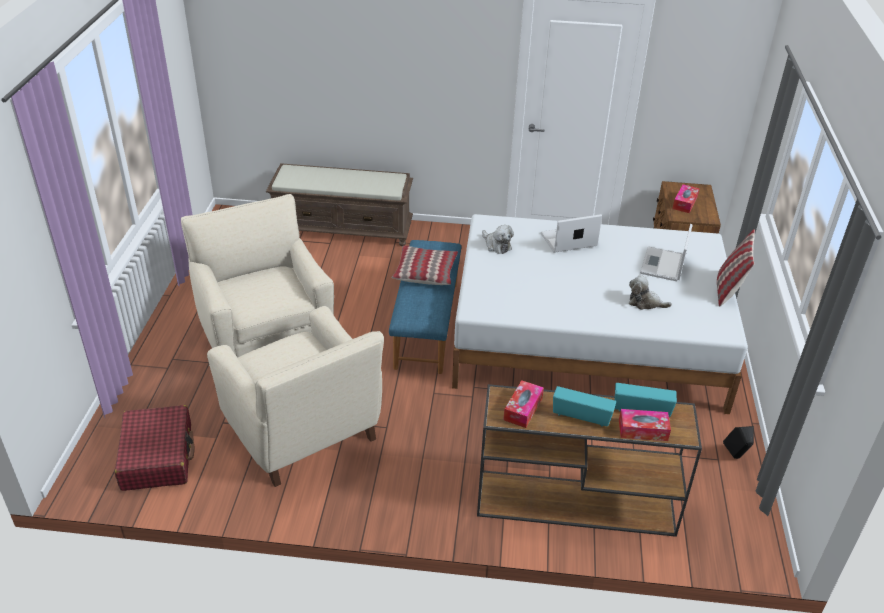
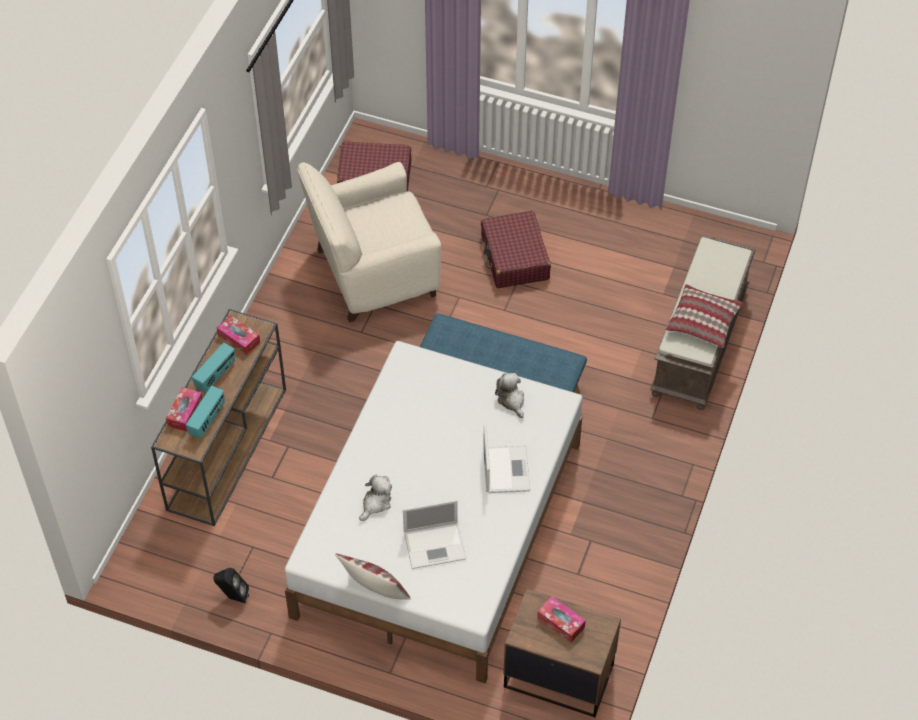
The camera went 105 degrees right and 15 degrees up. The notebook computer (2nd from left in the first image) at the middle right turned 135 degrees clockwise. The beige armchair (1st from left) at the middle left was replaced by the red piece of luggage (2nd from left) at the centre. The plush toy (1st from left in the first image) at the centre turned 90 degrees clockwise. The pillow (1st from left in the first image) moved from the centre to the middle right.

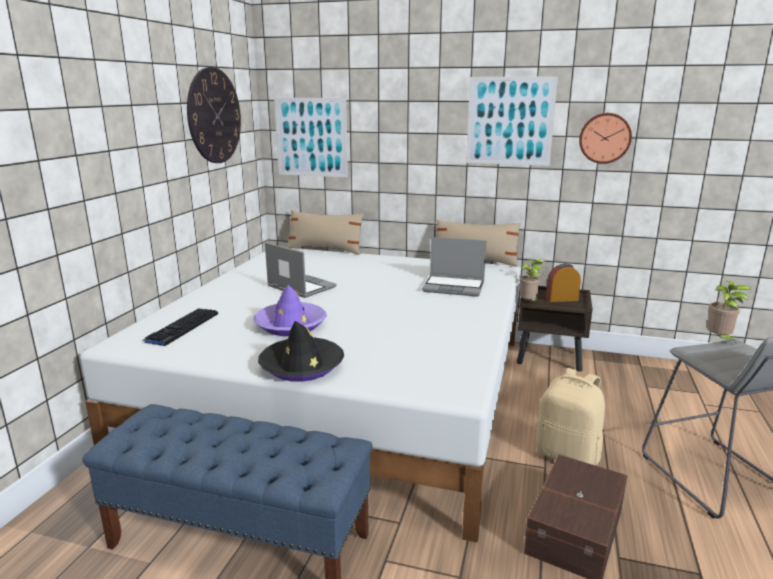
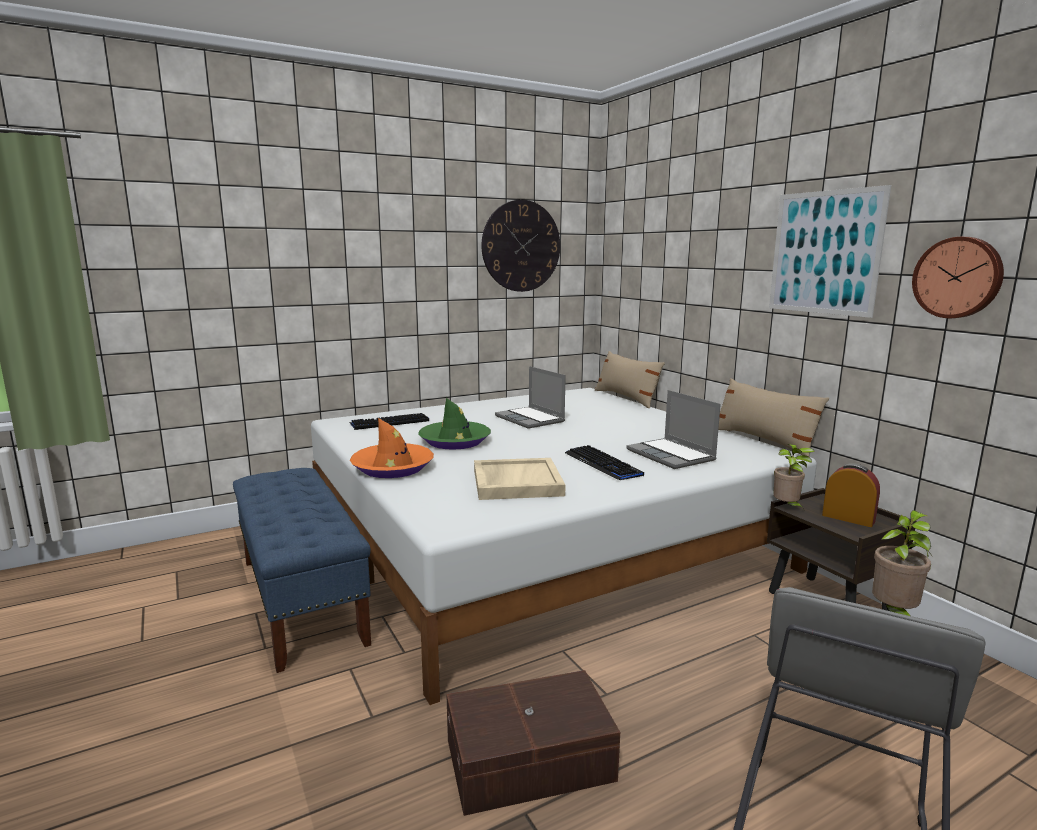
The camera went 45 degrees right and 5 degrees down. The blackish clothing hat at the centre became the orange clothing hat at the centre. The purplish clothing hat at the centre became the greenish clothing hat at the centre. The beige carrying tray at the centre appeared. The notebook computer (1st from left) at the centre turned 150 degrees clockwise. The keyboard (2nd from left) at the centre appeared. The picture (1st from left) at the top centre disappeared. The beige backpack at the bottom right disappeared.

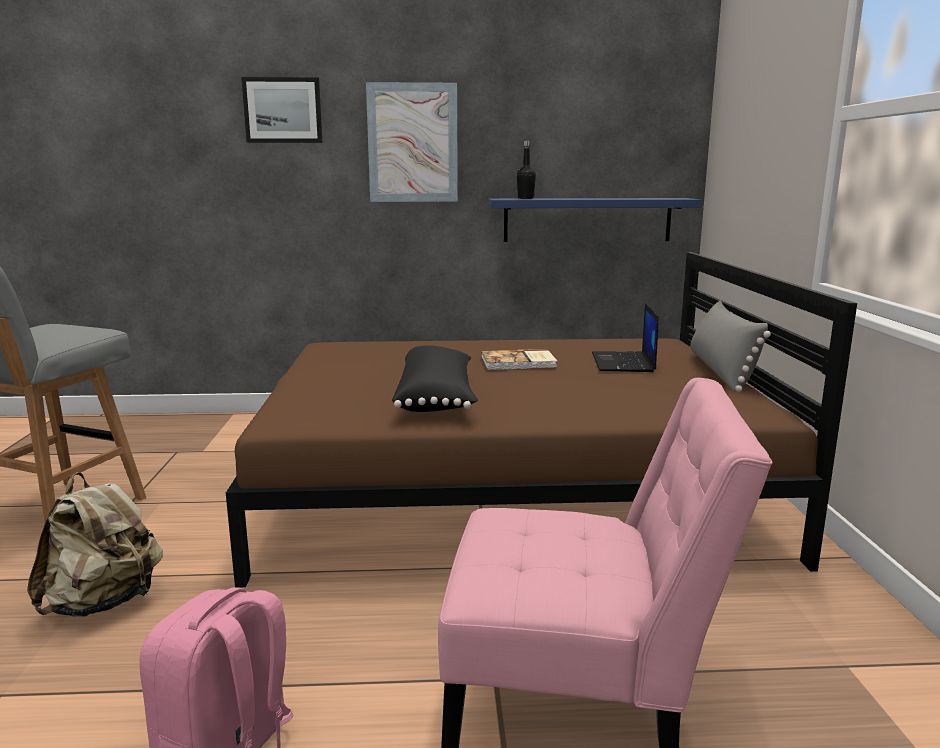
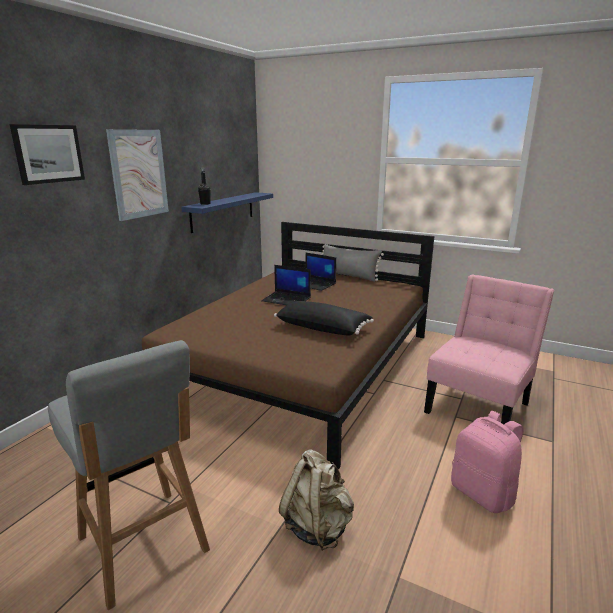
The camera went 60 degrees left and 5 degrees up. The volume at the centre was replaced by the notebook computer (1st from left) at the centre.

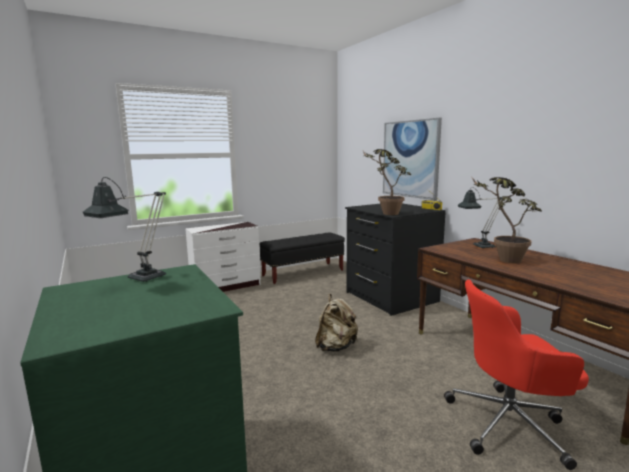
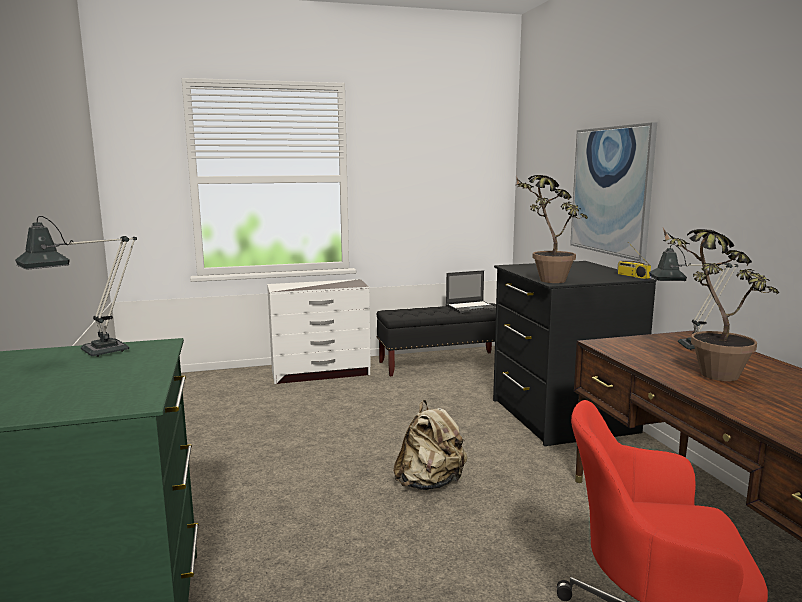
The camera went 15 degrees right and 0 degrees up. The notebook computer at the centre appeared.

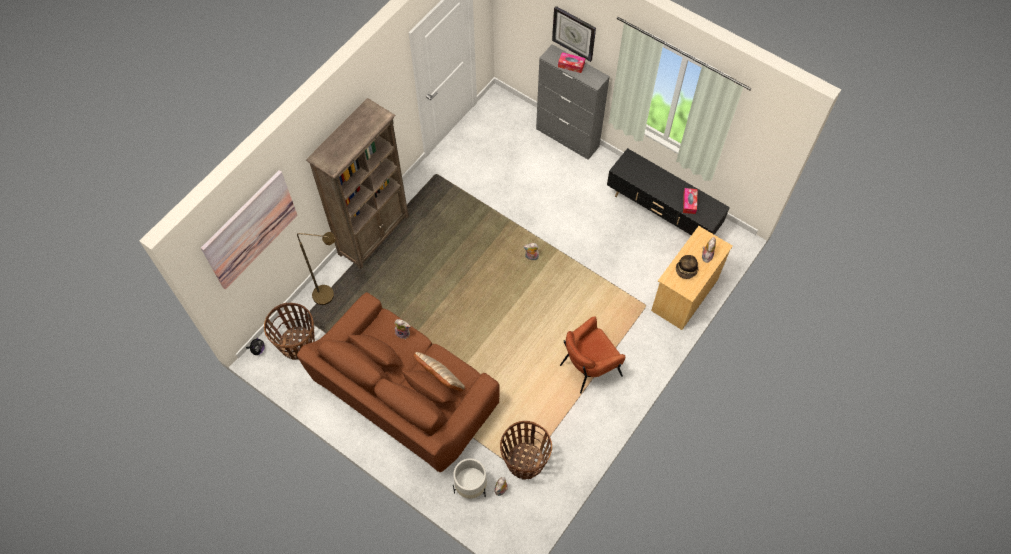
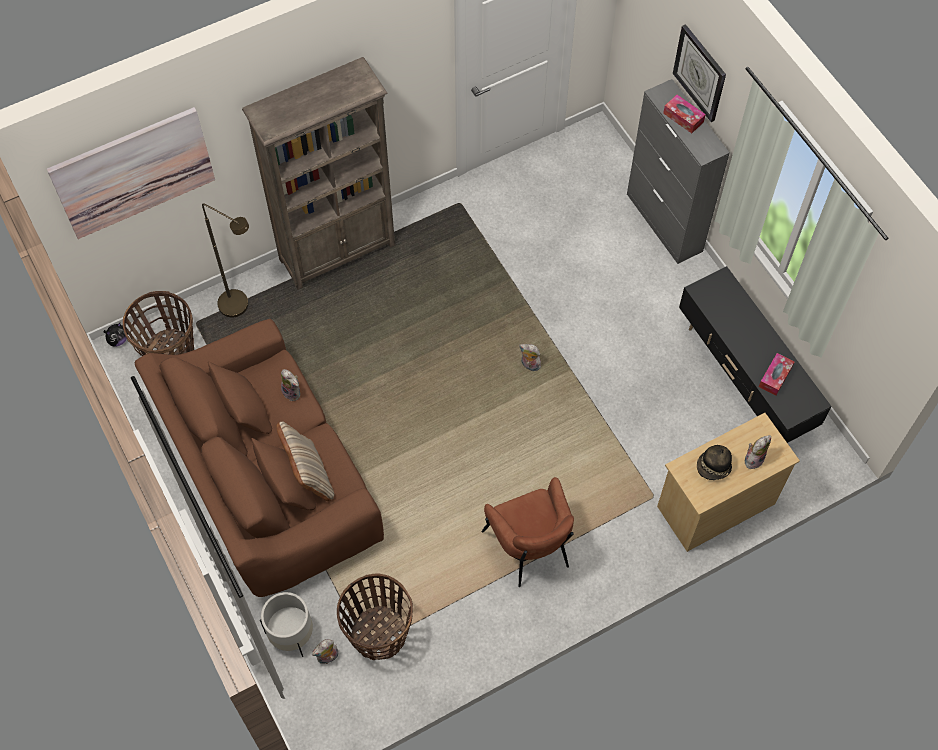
The camera went 25 degrees right and 0 degrees up. The brown armchair at the centre turned 105 degrees counterclockwise.

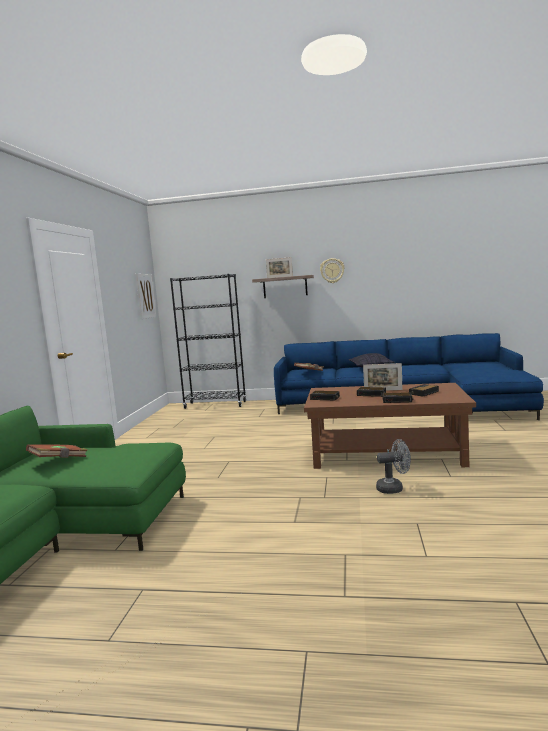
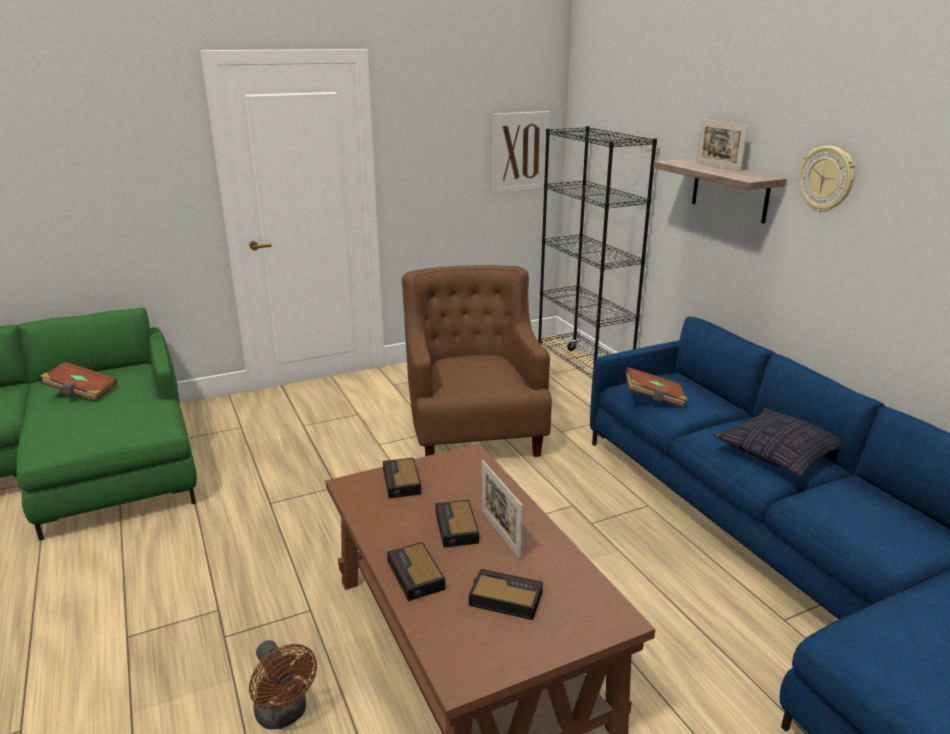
The camera went 55 degrees right and 15 degrees up. The grey cooling fan at the middle right became the brown cooling fan at the bottom left. The brown armchair at the centre appeared.

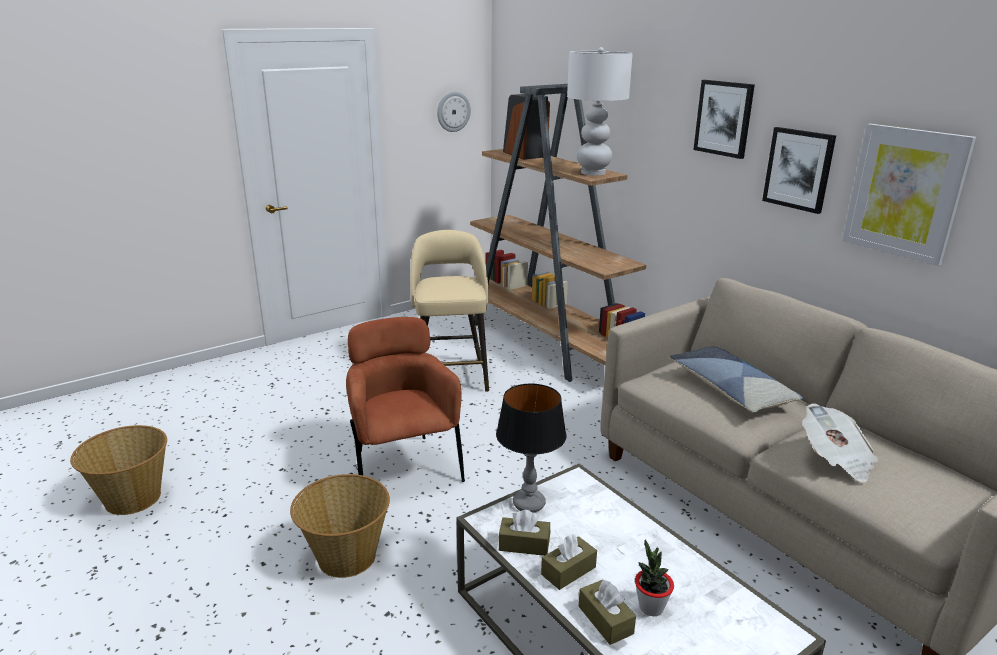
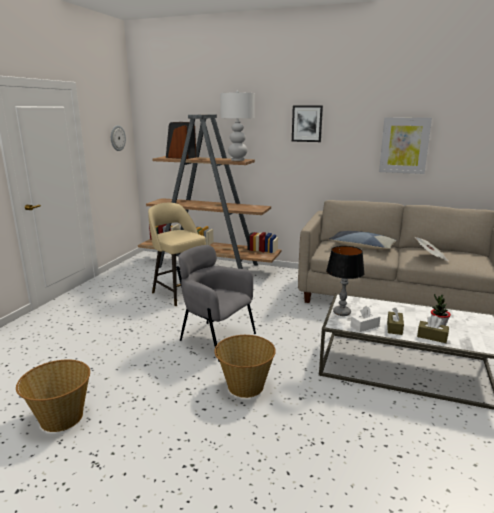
The camera went 35 degrees left and 5 degrees down. The brown armchair at the centre became the grey armchair at the centre. The brown tissue box (1st from left) at the bottom centre became the white-coloured tissue box at the middle right. The picture (2nd from left) at the top right disappeared.

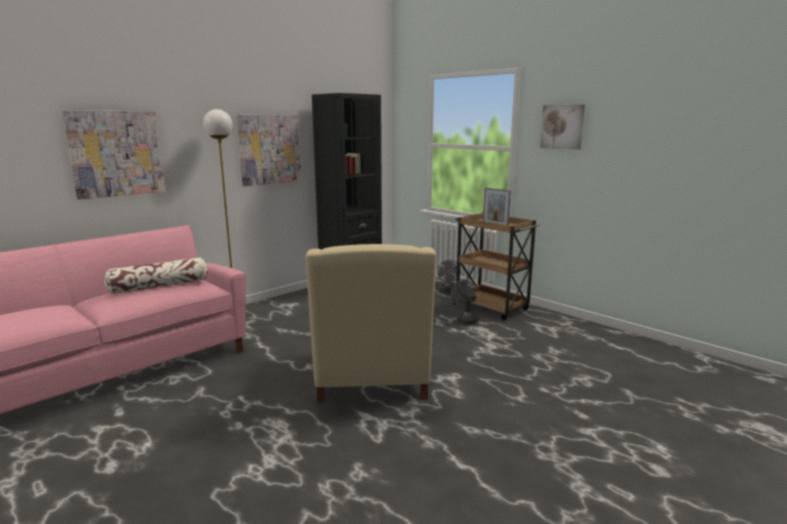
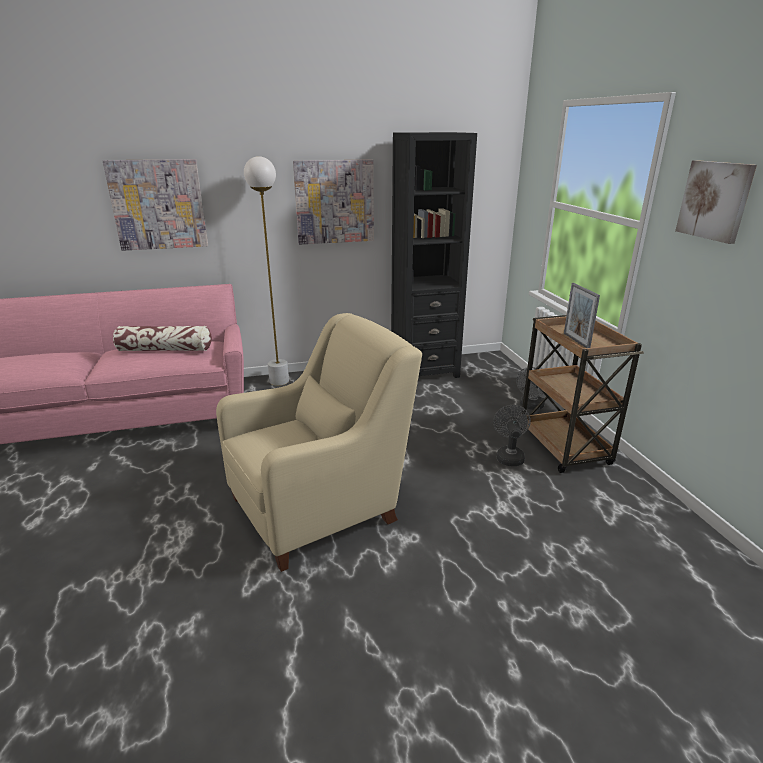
The camera went 30 degrees right and 10 degrees up. The beige armchair at the centre turned 150 degrees counterclockwise.

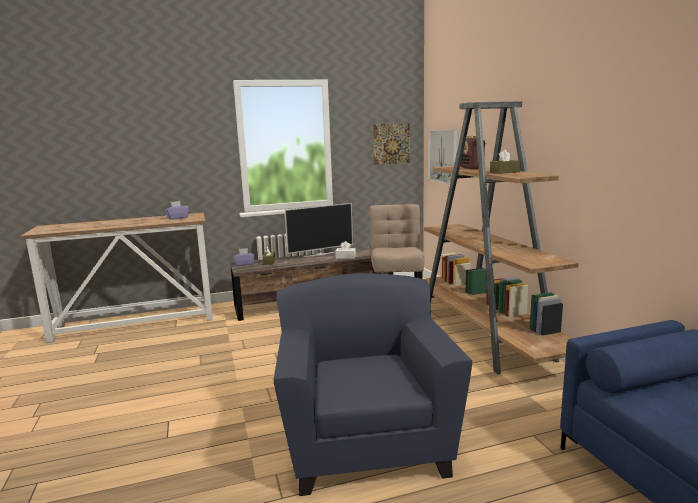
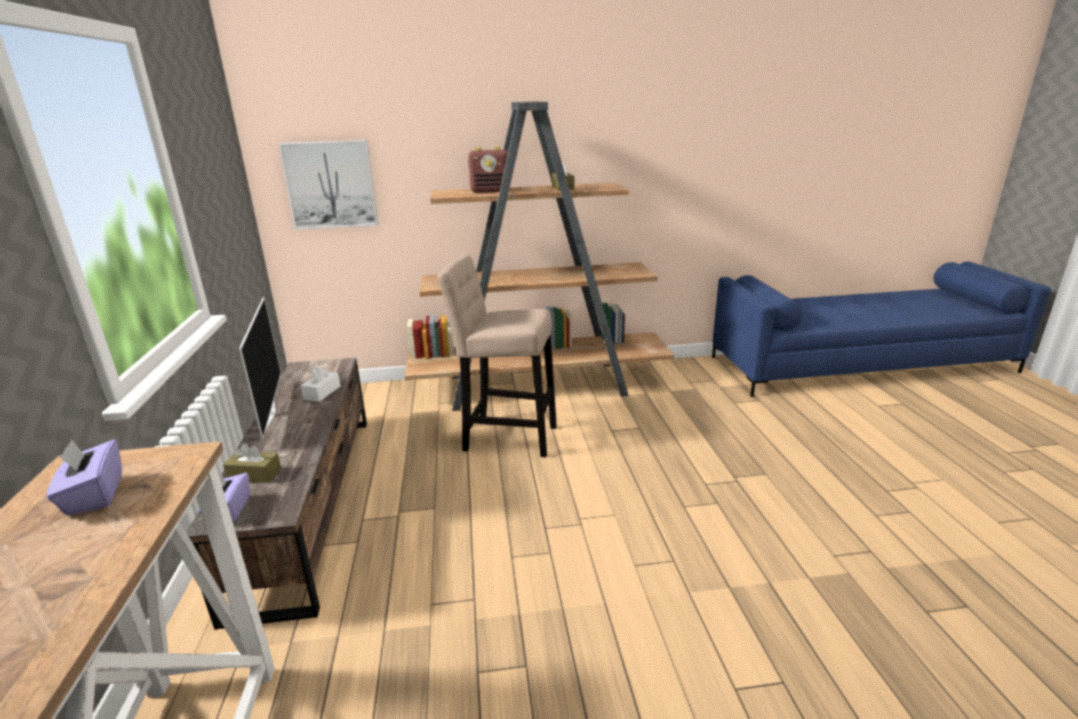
The camera went 80 degrees left and 10 degrees up. The blue armchair at the bottom centre disappeared. The picture (1st from left) at the top centre disappeared.

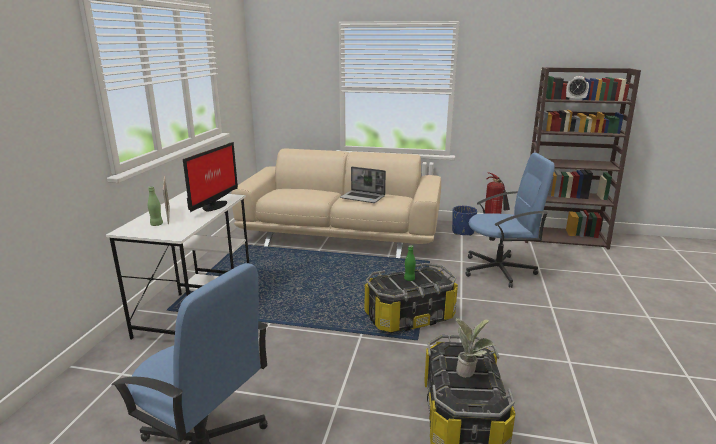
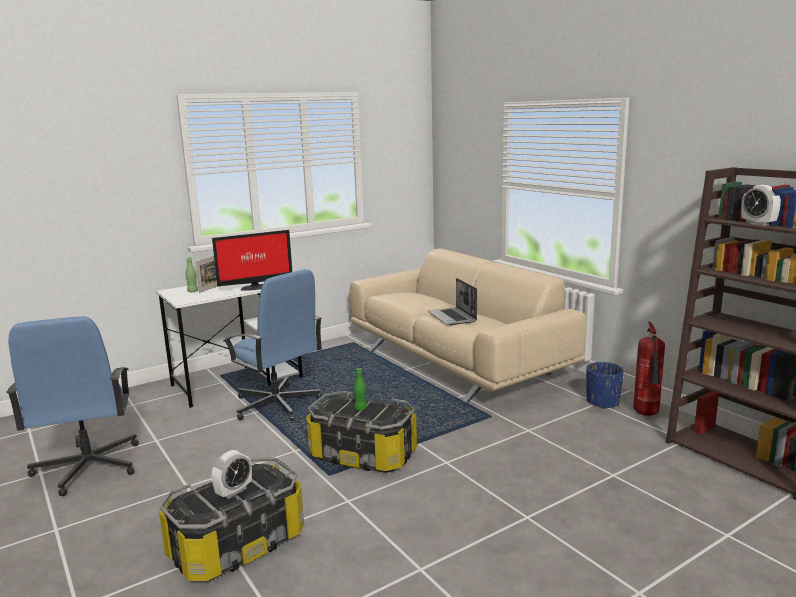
The camera went 45 degrees right and 5 degrees down. The plant in a pot at the bottom centre was replaced by the table clock (1st from left) at the bottom left. The blue desk chair (2nd from left) moved from the middle right to the centre.

